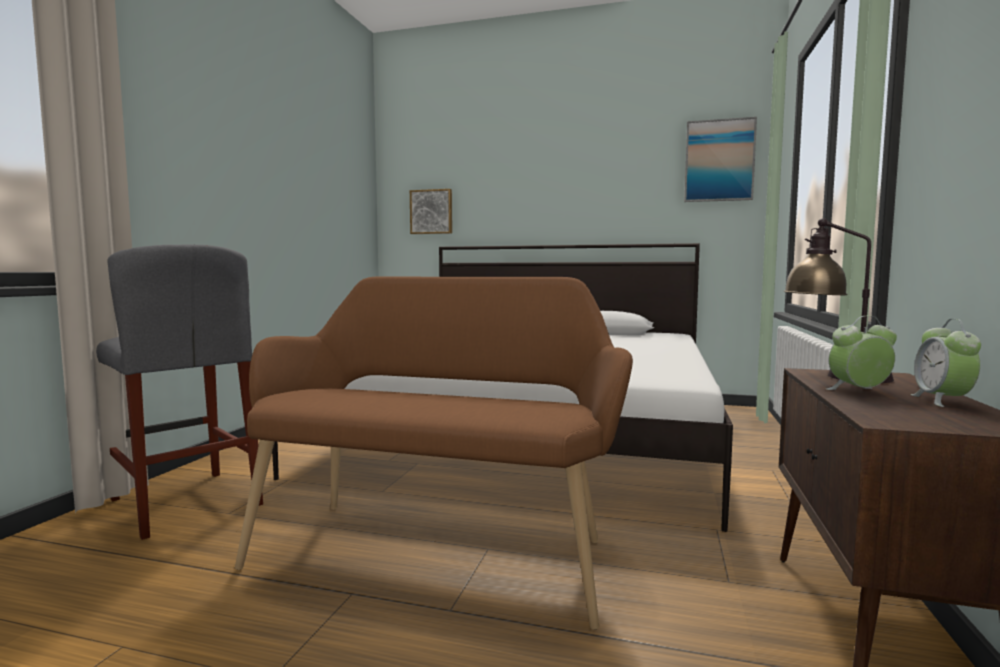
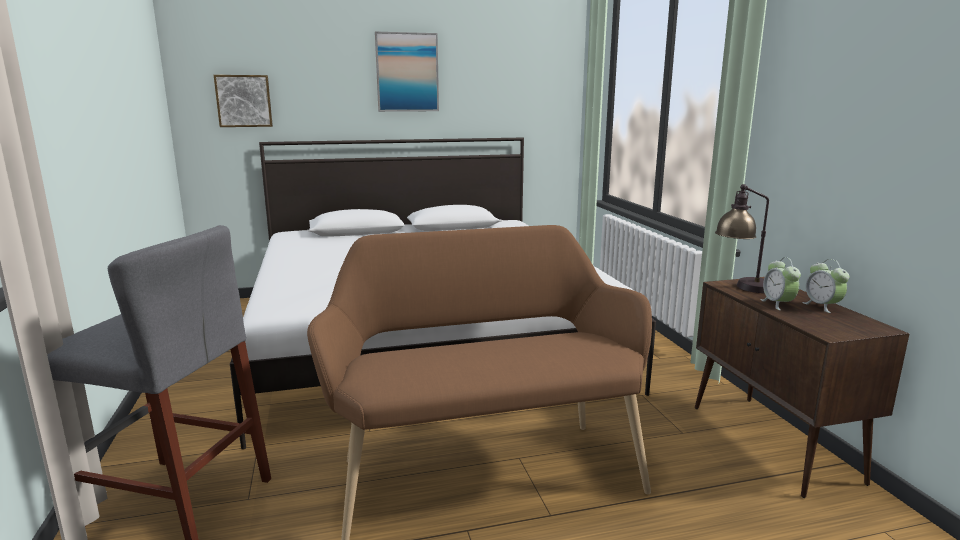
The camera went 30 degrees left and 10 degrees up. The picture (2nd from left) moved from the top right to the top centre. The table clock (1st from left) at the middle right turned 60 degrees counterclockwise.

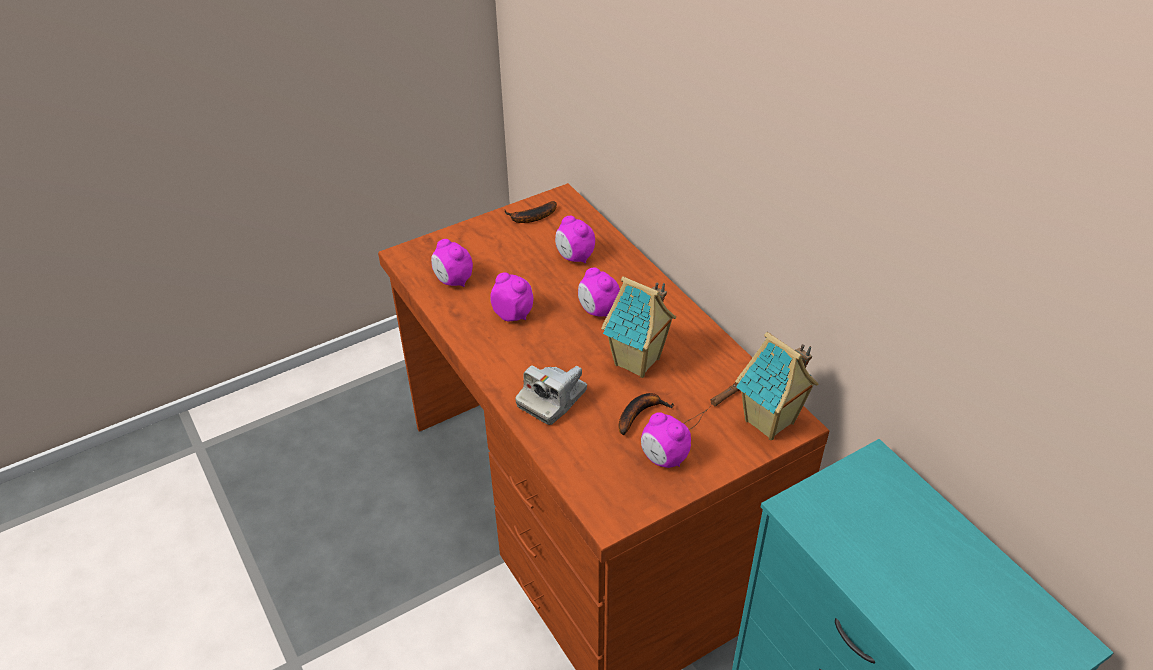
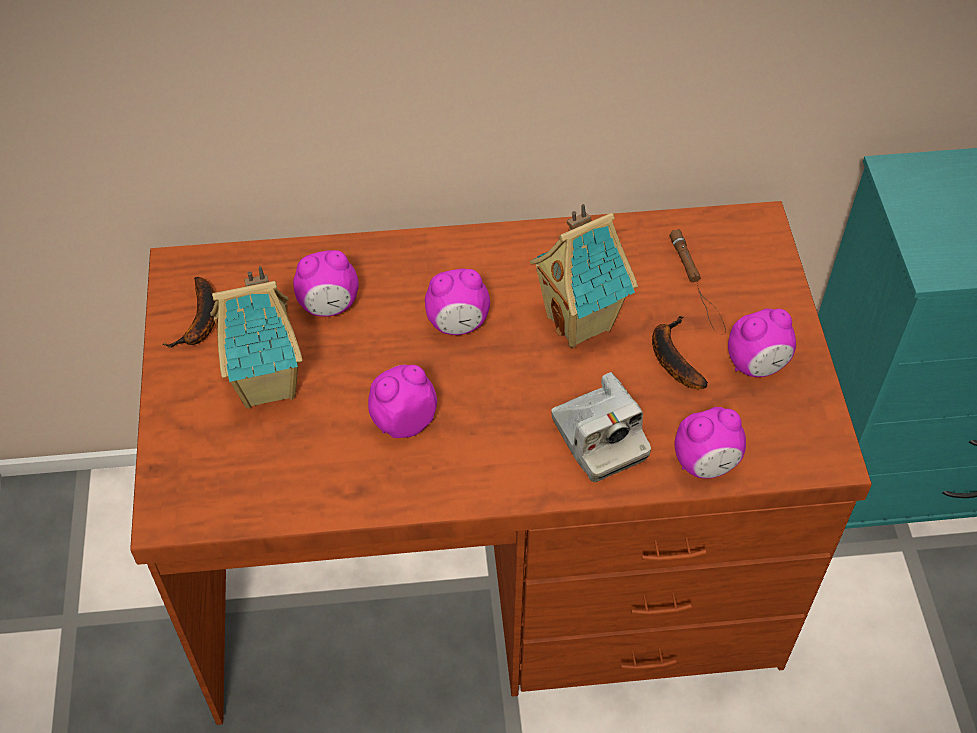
The camera went 65 degrees left and 10 degrees up. The miniature house (2nd from left in the first image) moved from the middle right to the middle left. The table clock (1st from left in the first image) moved from the centre to the middle right.

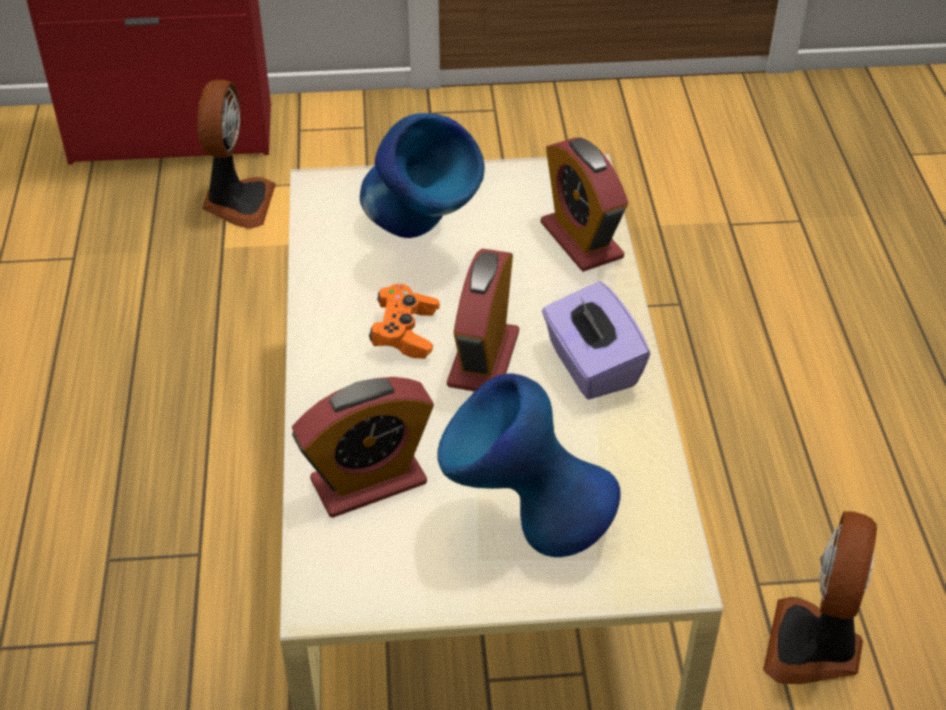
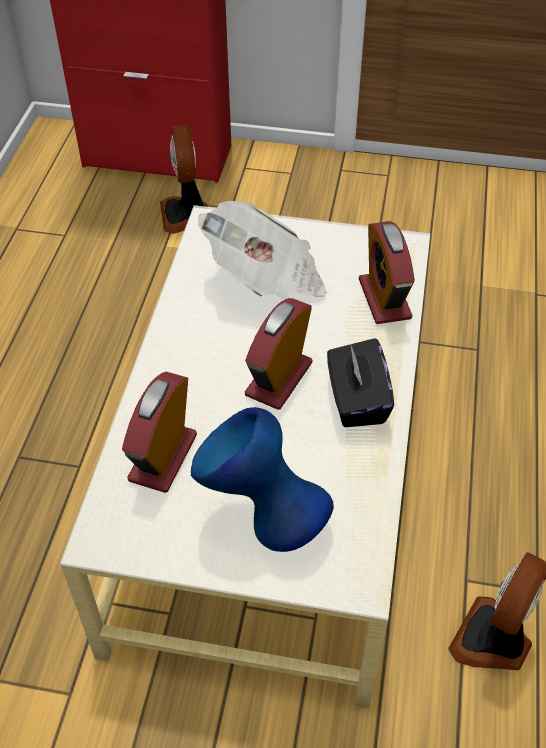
The camera went 15 degrees right and 5 degrees up. The table clock (1st from left) at the centre turned 120 degrees clockwise. The cooling fan (1st from left) at the top left turned 150 degrees clockwise. The blue vase (1st from left) at the top centre was replaced by the newspaper at the centre. The purplish tissue box at the centre became the blackish tissue box at the centre. The orange gamepad at the centre disappeared.

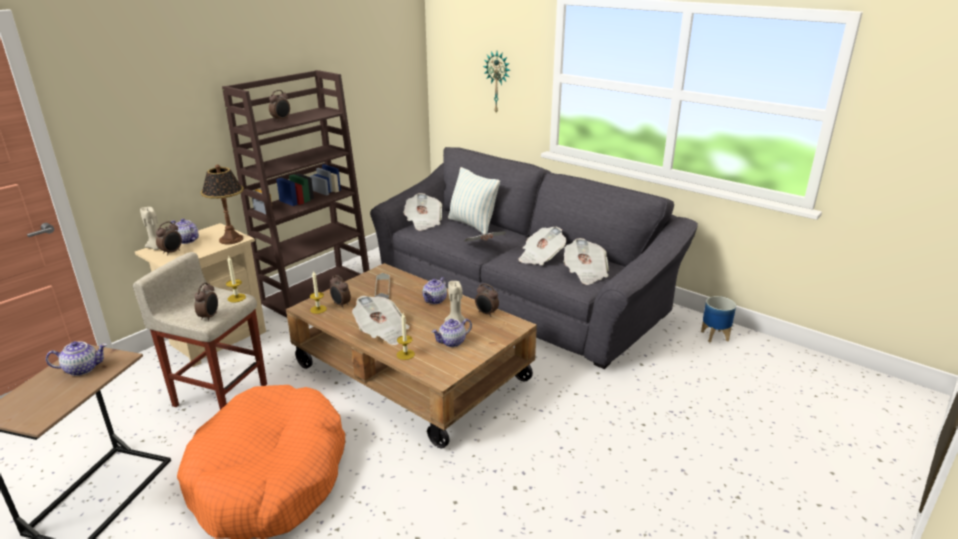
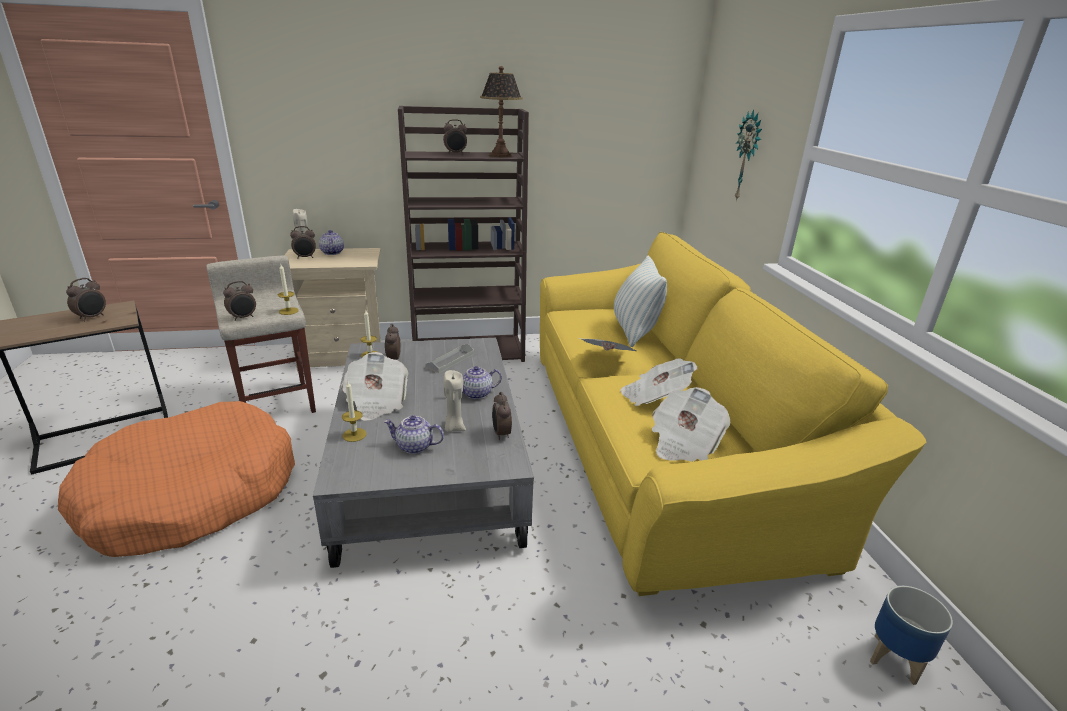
The camera went 40 degrees right and 0 degrees up. The pot for tea (1st from left) at the middle left was replaced by the table clock (1st from left) at the middle left. The brown coffee table at the centre became the grey coffee table at the centre. The table lamp moved from the middle left to the top centre. The grey sofa at the centre became the yellowish sofa at the middle right. The newspaper (2nd from left) at the centre disappeared.

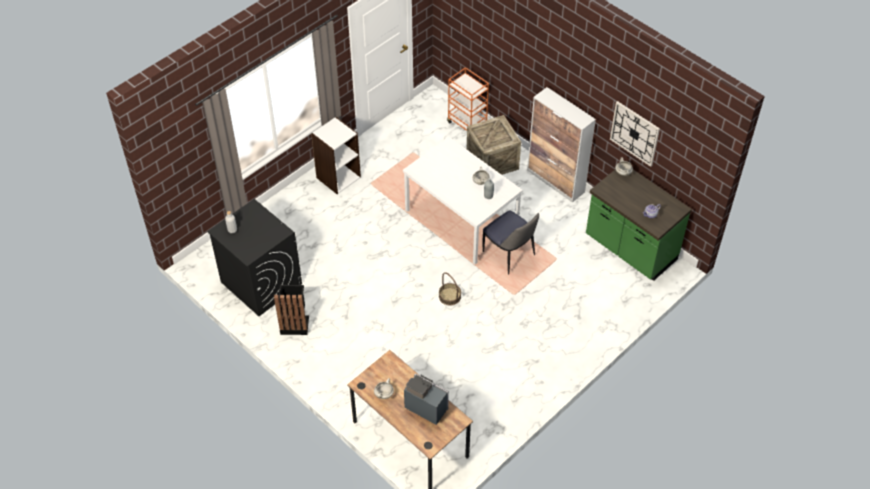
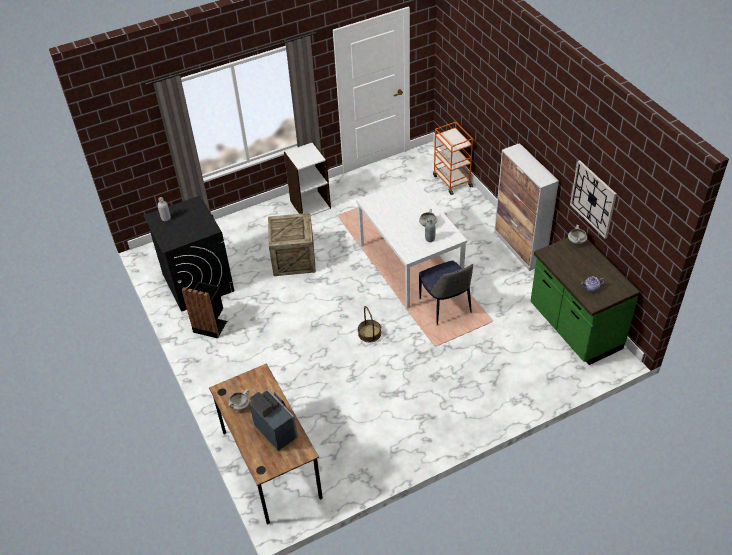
The camera went 20 degrees right and 5 degrees down. The shipping crate moved from the top centre to the centre.

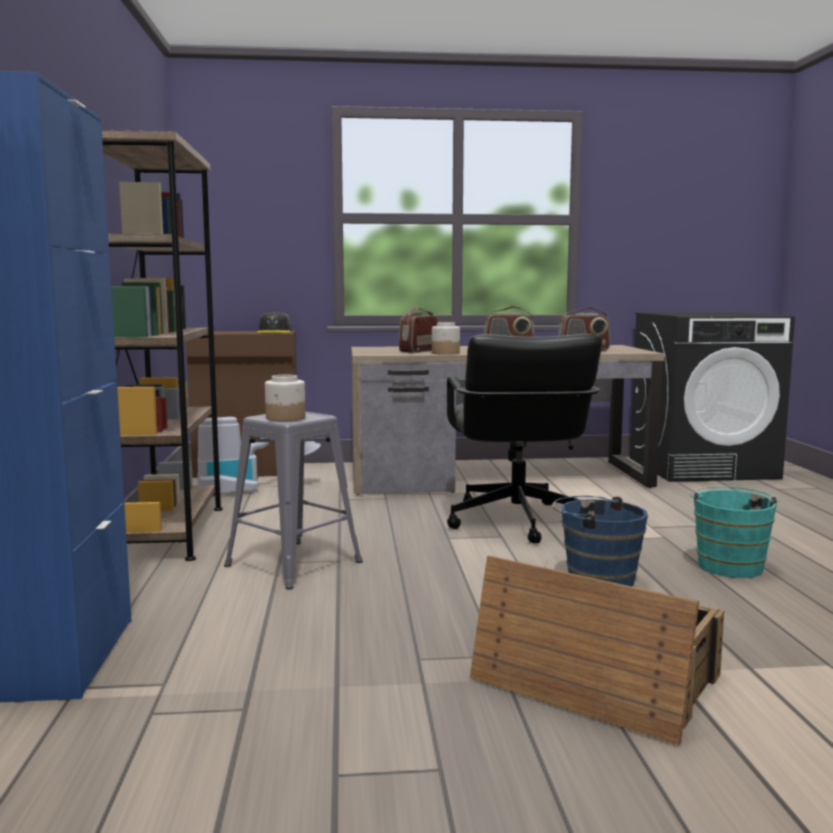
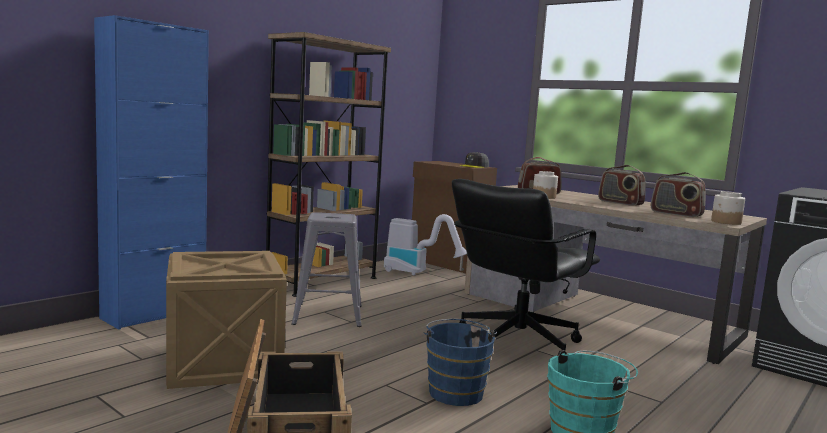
The camera went 45 degrees right and 0 degrees up. The shipping crate (1st from left) at the bottom left appeared. The storage jar (1st from left in the first image) moved from the centre to the middle right.

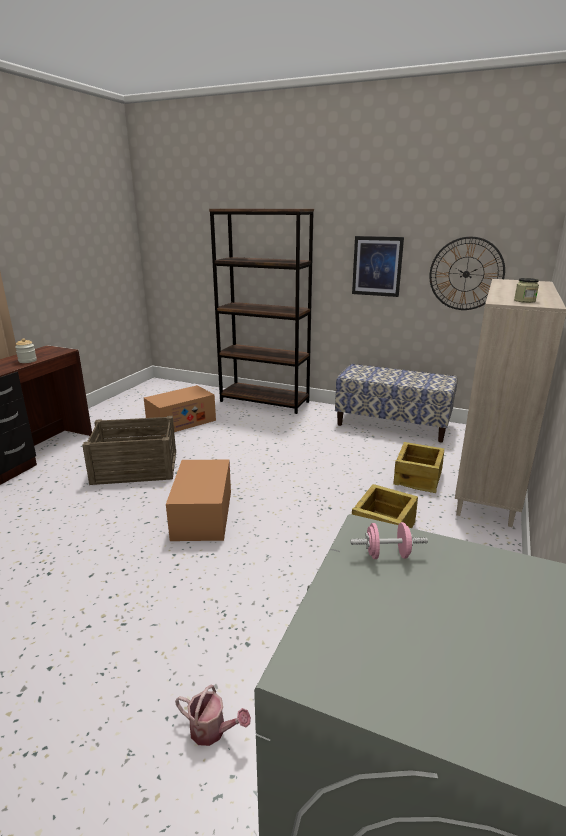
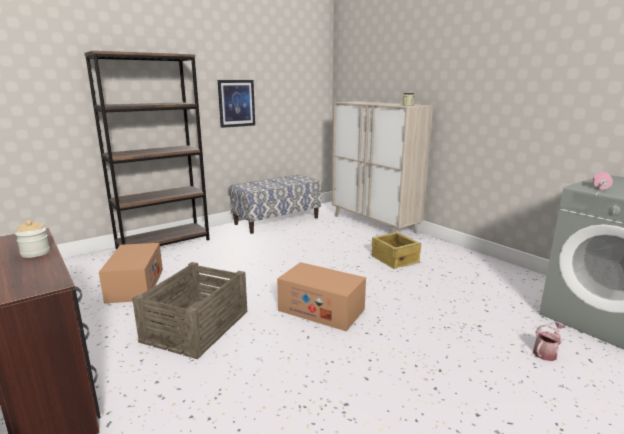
The camera went 60 degrees left and 5 degrees down. The shipping crate (3rd from left) at the middle right disappeared. The hanging clock at the top right disappeared.

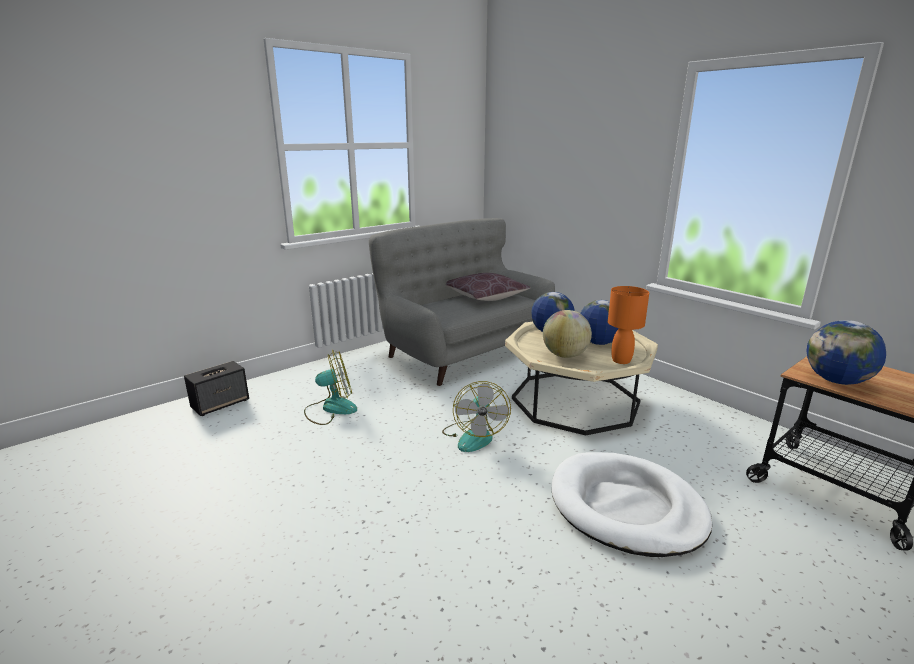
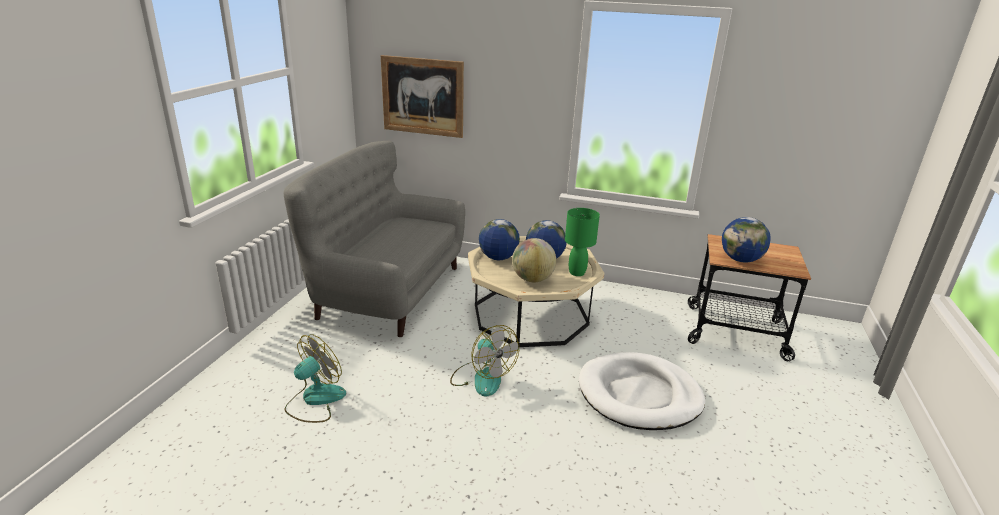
The camera went 35 degrees left and 5 degrees up. The picture at the top centre appeared. The orange table lamp at the middle right became the greenish table lamp at the centre. The speaker at the middle left disappeared. The brown pillow at the centre disappeared.

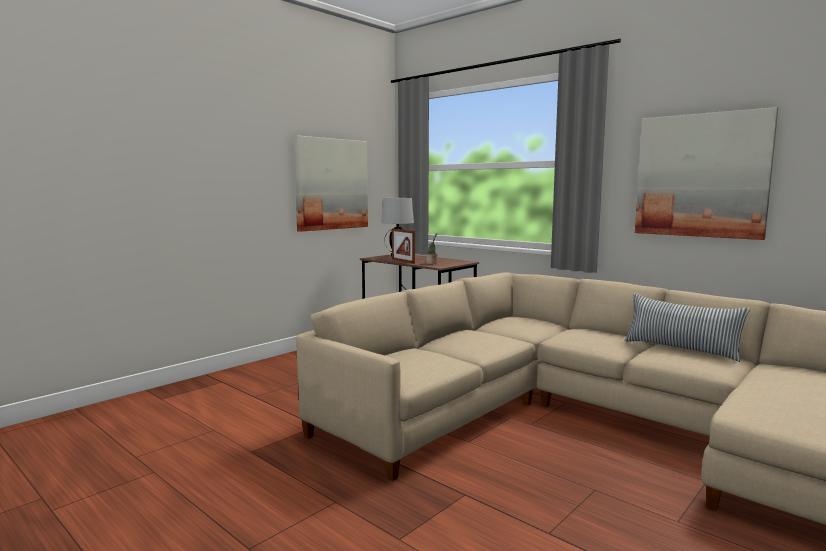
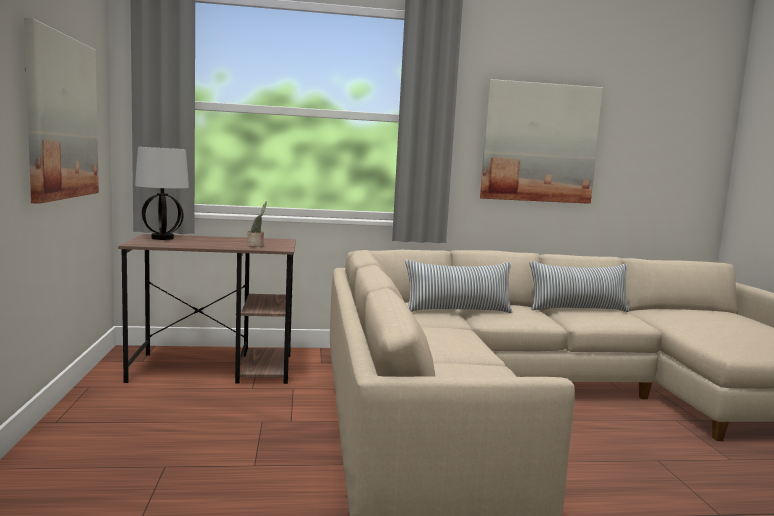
The camera went 50 degrees left and 0 degrees up. The pillow (1st from left) at the centre appeared. The picture frame at the centre disappeared.

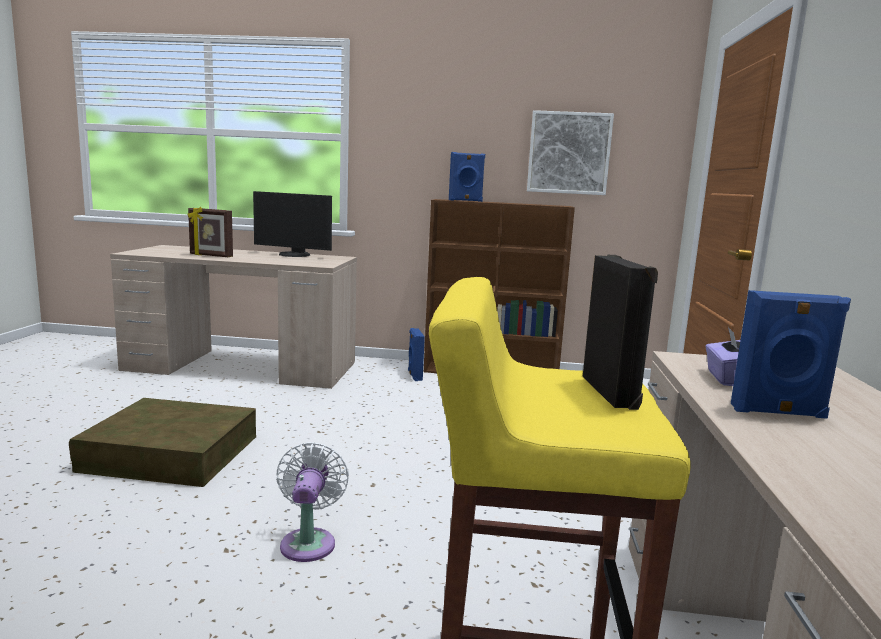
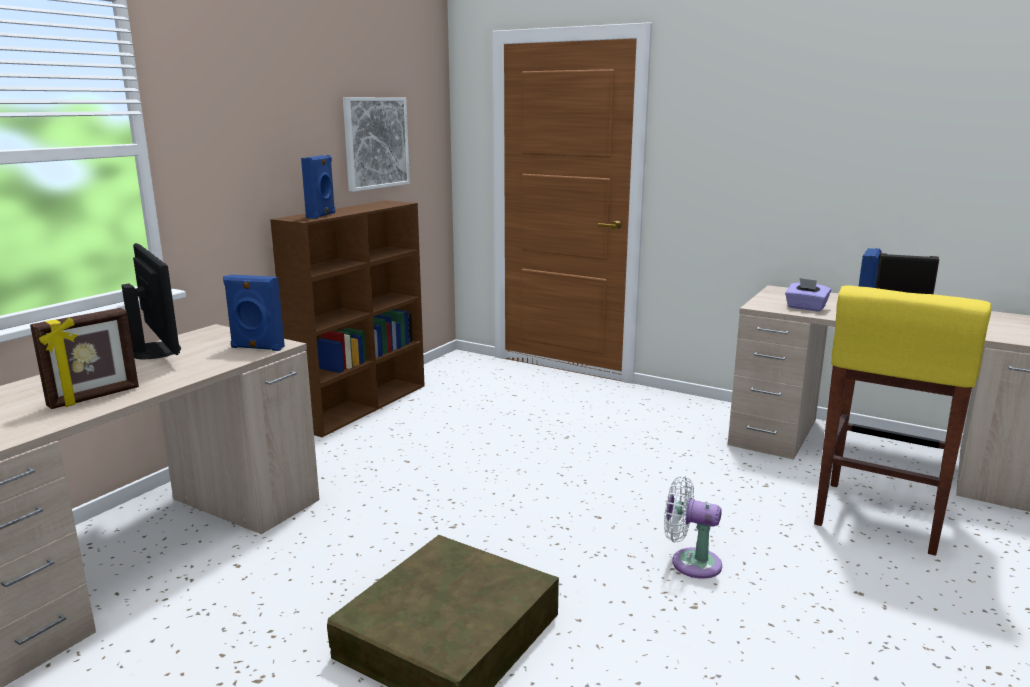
The camera went 65 degrees left and 5 degrees up. The computer display at the middle left turned 75 degrees counterclockwise. The blue speaker (1st from left) moved from the centre to the middle left.

